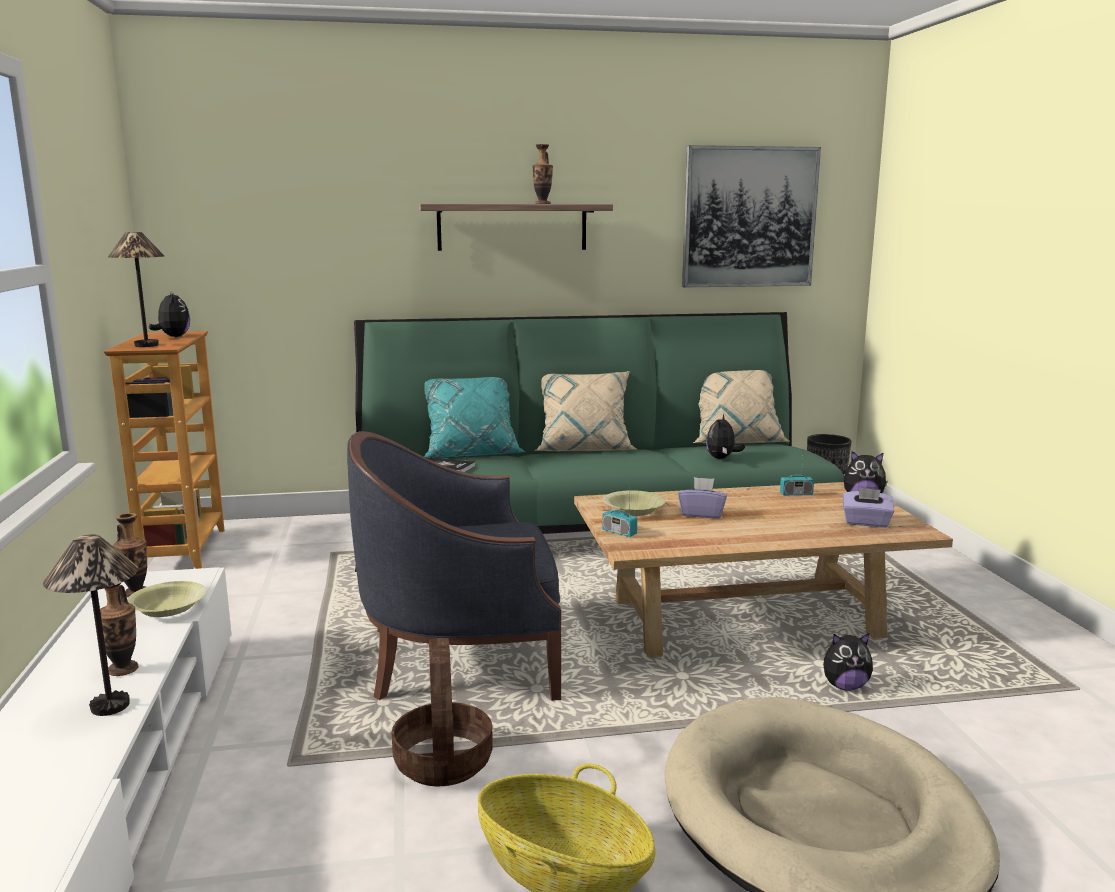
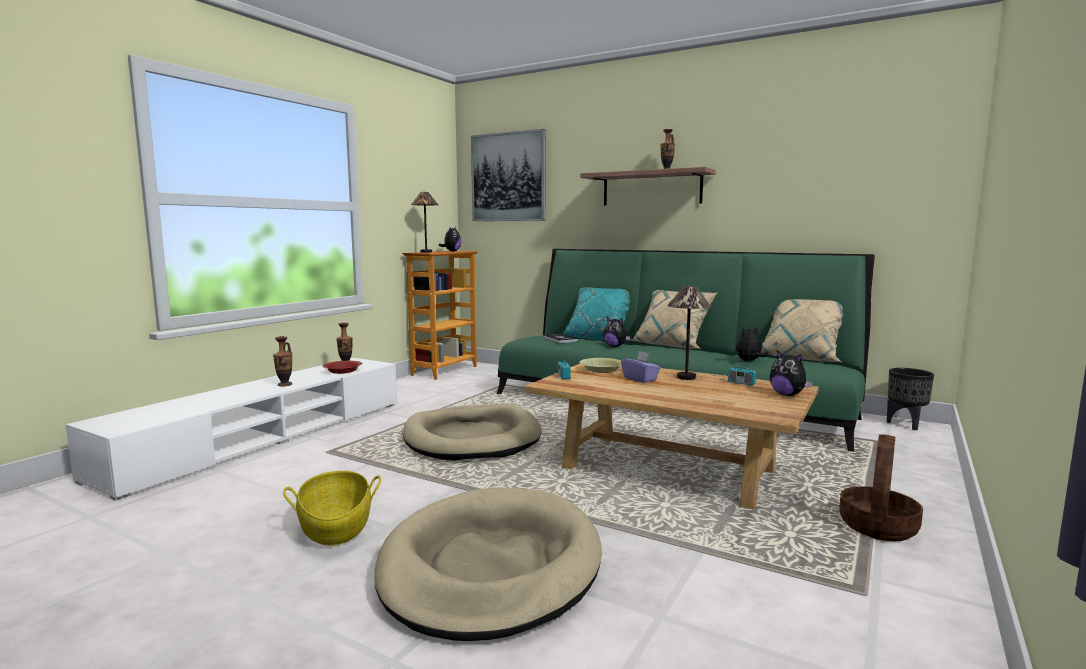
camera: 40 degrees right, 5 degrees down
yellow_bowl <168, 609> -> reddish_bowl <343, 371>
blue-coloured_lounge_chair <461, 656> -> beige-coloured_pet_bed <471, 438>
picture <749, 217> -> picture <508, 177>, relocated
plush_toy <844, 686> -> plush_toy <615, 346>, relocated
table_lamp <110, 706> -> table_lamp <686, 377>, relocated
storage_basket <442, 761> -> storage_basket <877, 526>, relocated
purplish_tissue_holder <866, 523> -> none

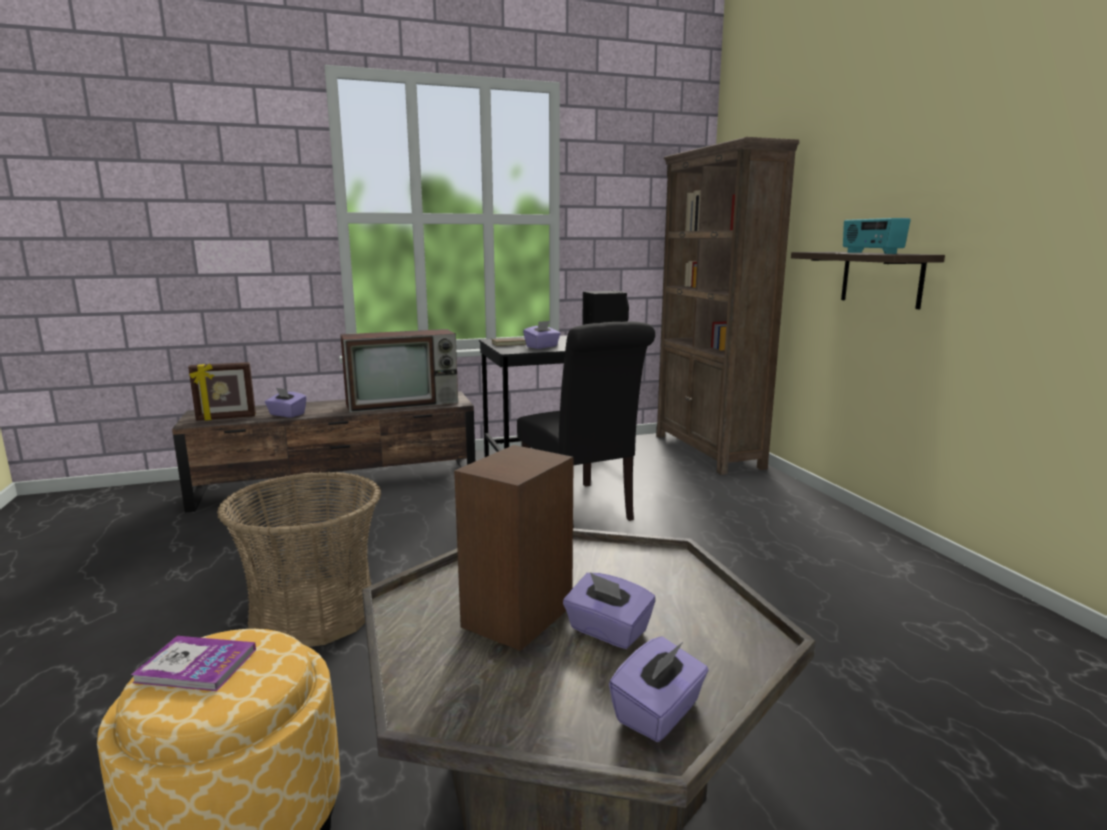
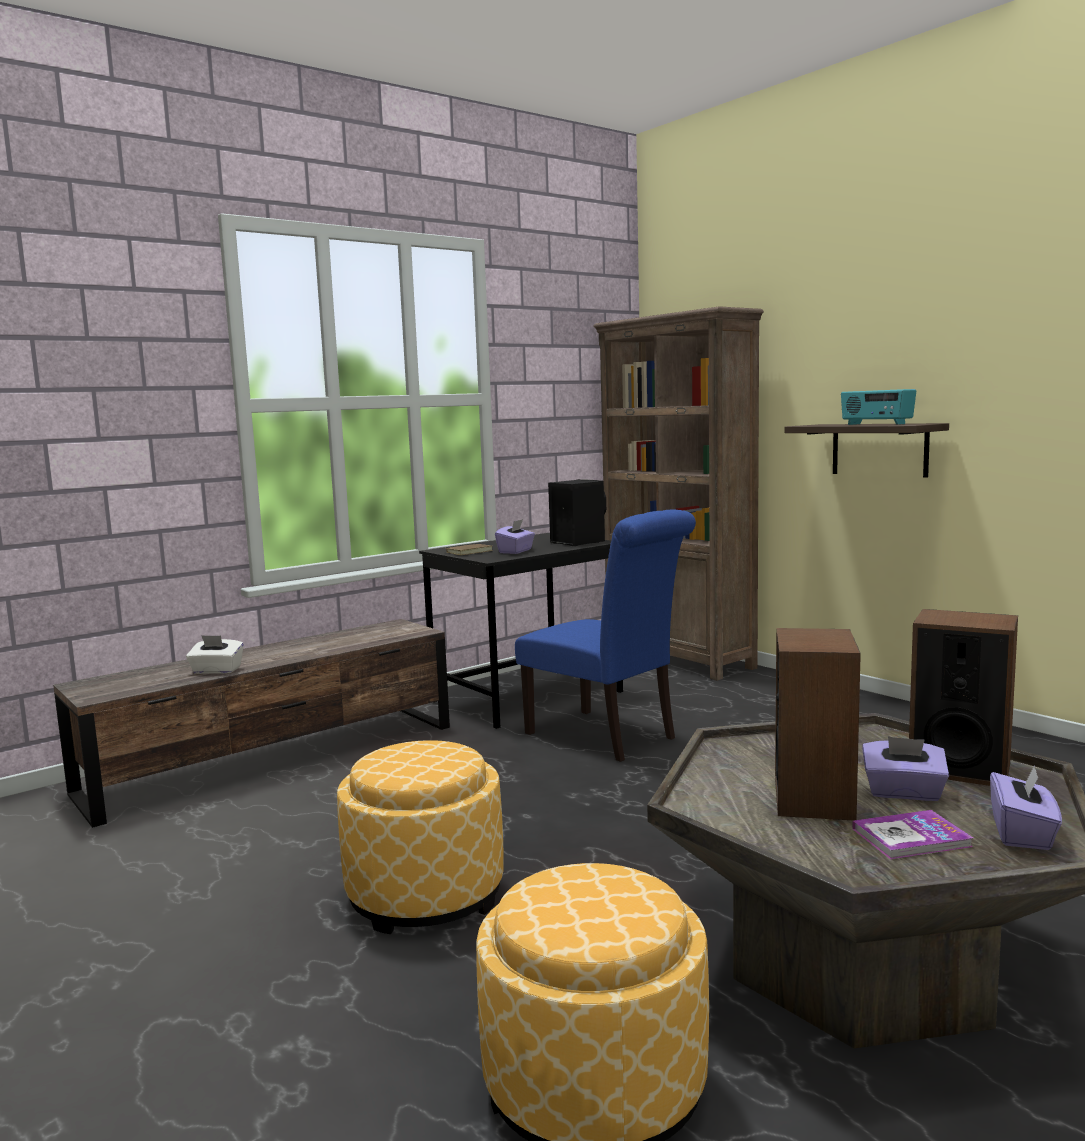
camera: 20 degrees left, 5 degrees down
purplish_tissue_holder <286, 414> -> whitish_tissue_holder <216, 671>
storage_basket <313, 613> -> ottoman <425, 894>
black-coloured_plain_chair <581, 509> -> blue-coloured_plain_chair <607, 737>
book <196, 665> -> book <911, 837>, relocated
none -> speaker <959, 768>
standing_frame <226, 418> -> none
television <404, 403> -> none

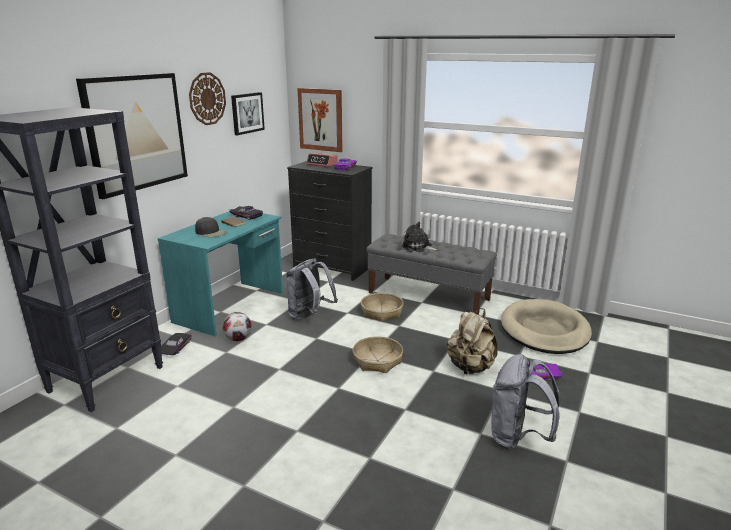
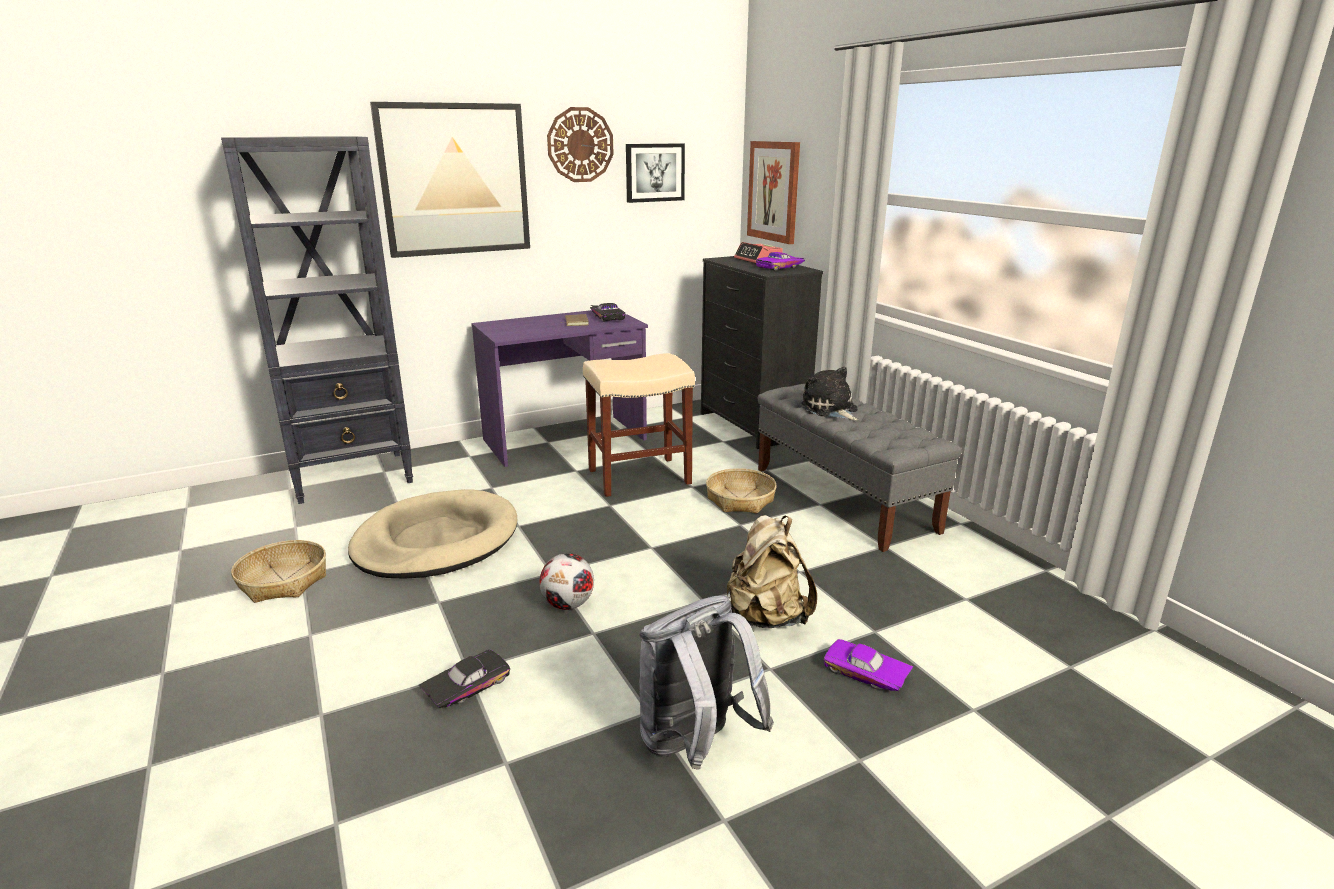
camera: 35 degrees right, 0 degrees up
storage_basket <377, 361> -> storage_basket <283, 581>, relocated
beige-coloured_pet_bed <544, 330> -> beige-coloured_pet_bed <436, 541>, relocated
black-coloured_toy_car <173, 348> -> black-coloured_toy_car <465, 685>, relocated
blue-green_desk <231, 307> -> purplish_desk <566, 440>
football <238, 339> -> football <569, 604>, relocated
greyish_knapsack <309, 316> -> beige-coloured_stool <638, 477>
black-coloured_cap <211, 232> -> none

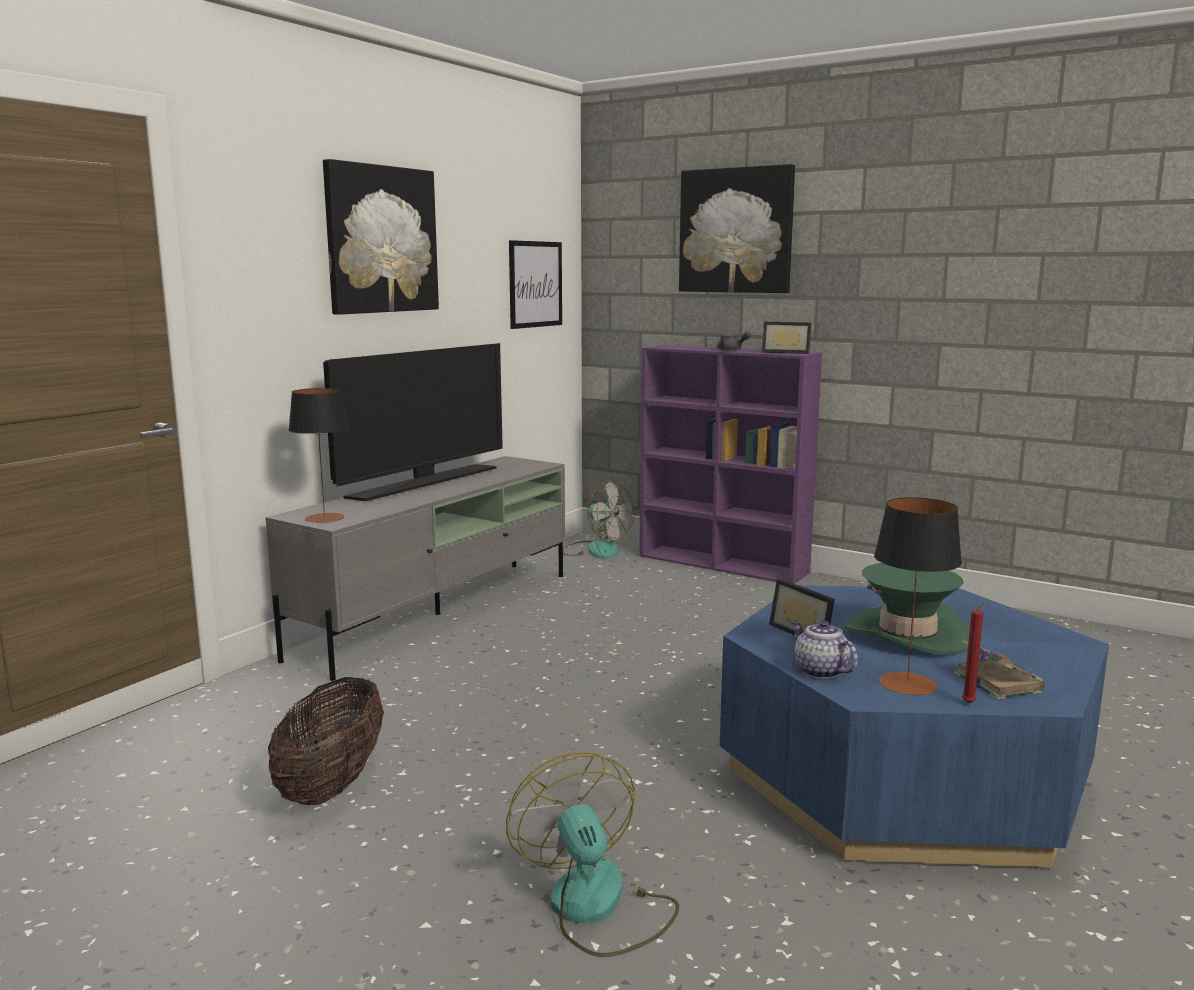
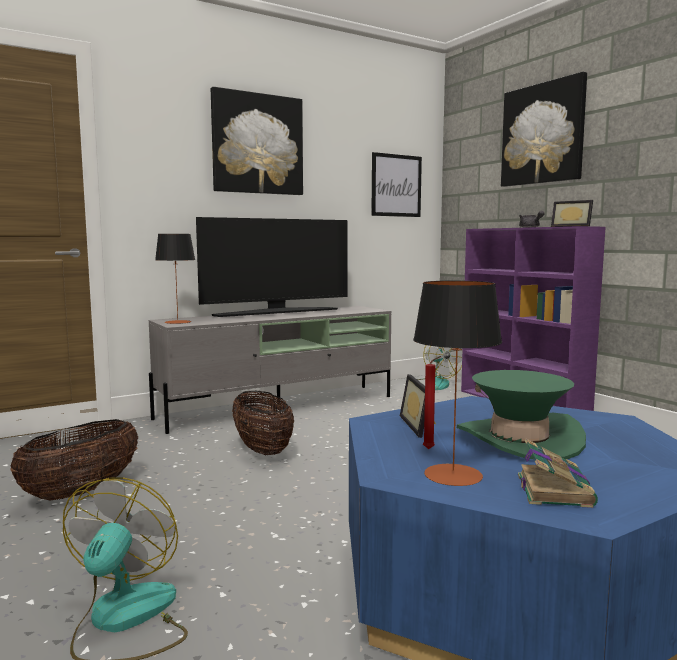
camera: 25 degrees right, 5 degrees down
none -> storage_basket <262, 450>
reddish_wax_candle <970, 703> -> reddish_wax_candle <430, 449>, relocated
tea_pot <819, 671> -> none

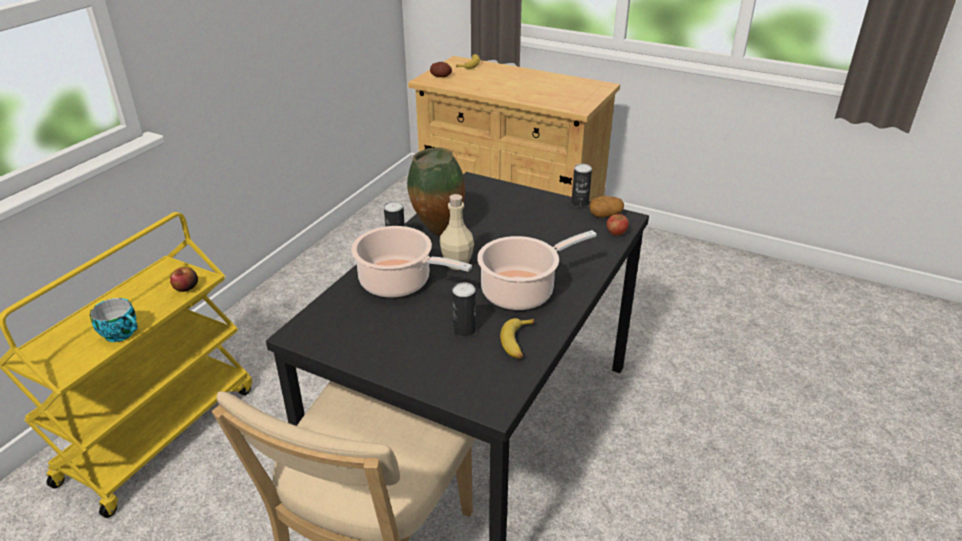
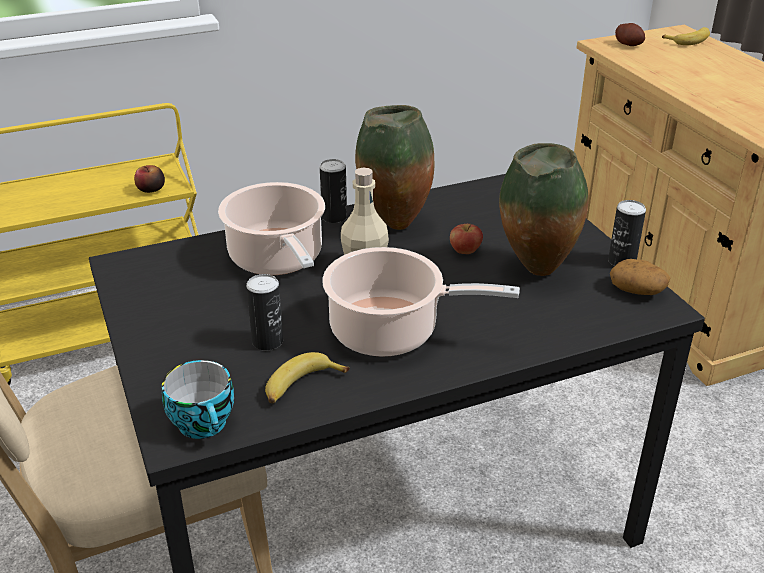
camera: 40 degrees right, 0 degrees up
drinking_cup <122, 333> -> drinking_cup <205, 424>, relocated
apple_fruit <616, 233> -> apple_fruit <465, 251>, relocated
none -> vase <535, 272>

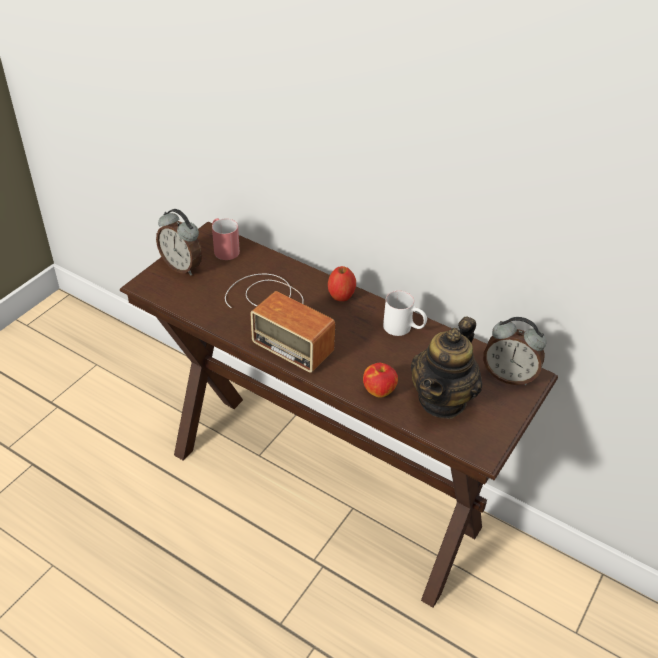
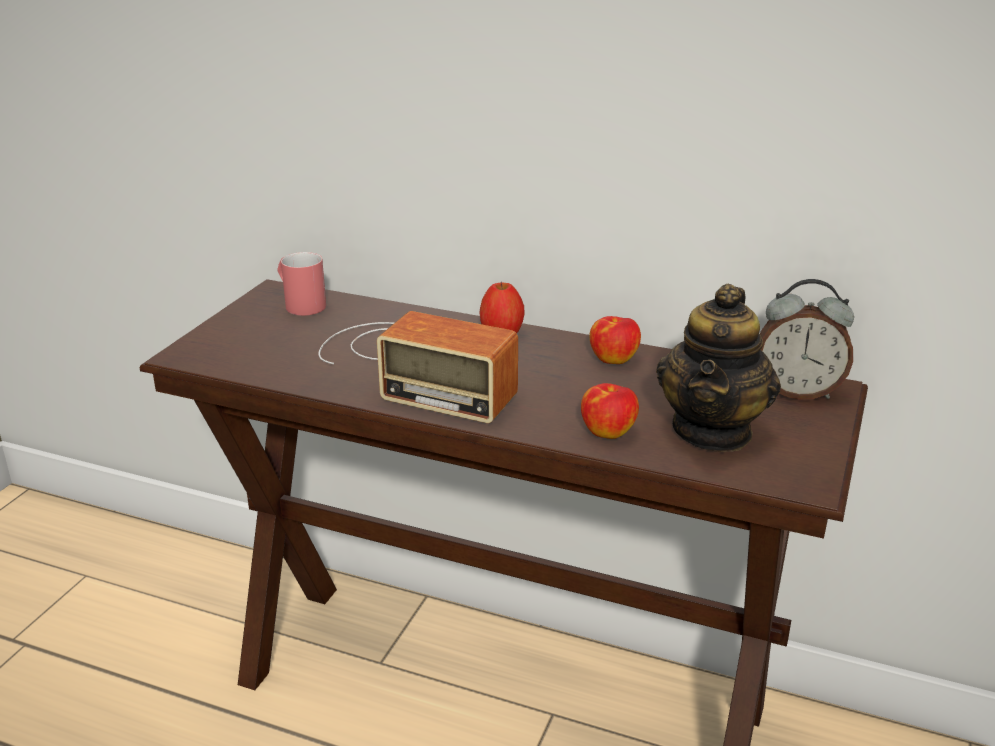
camera: 10 degrees left, 15 degrees down
whitish_coffee_mug <404, 329> -> apple_fruit <613, 359>
alarm_clock <182, 266> -> none

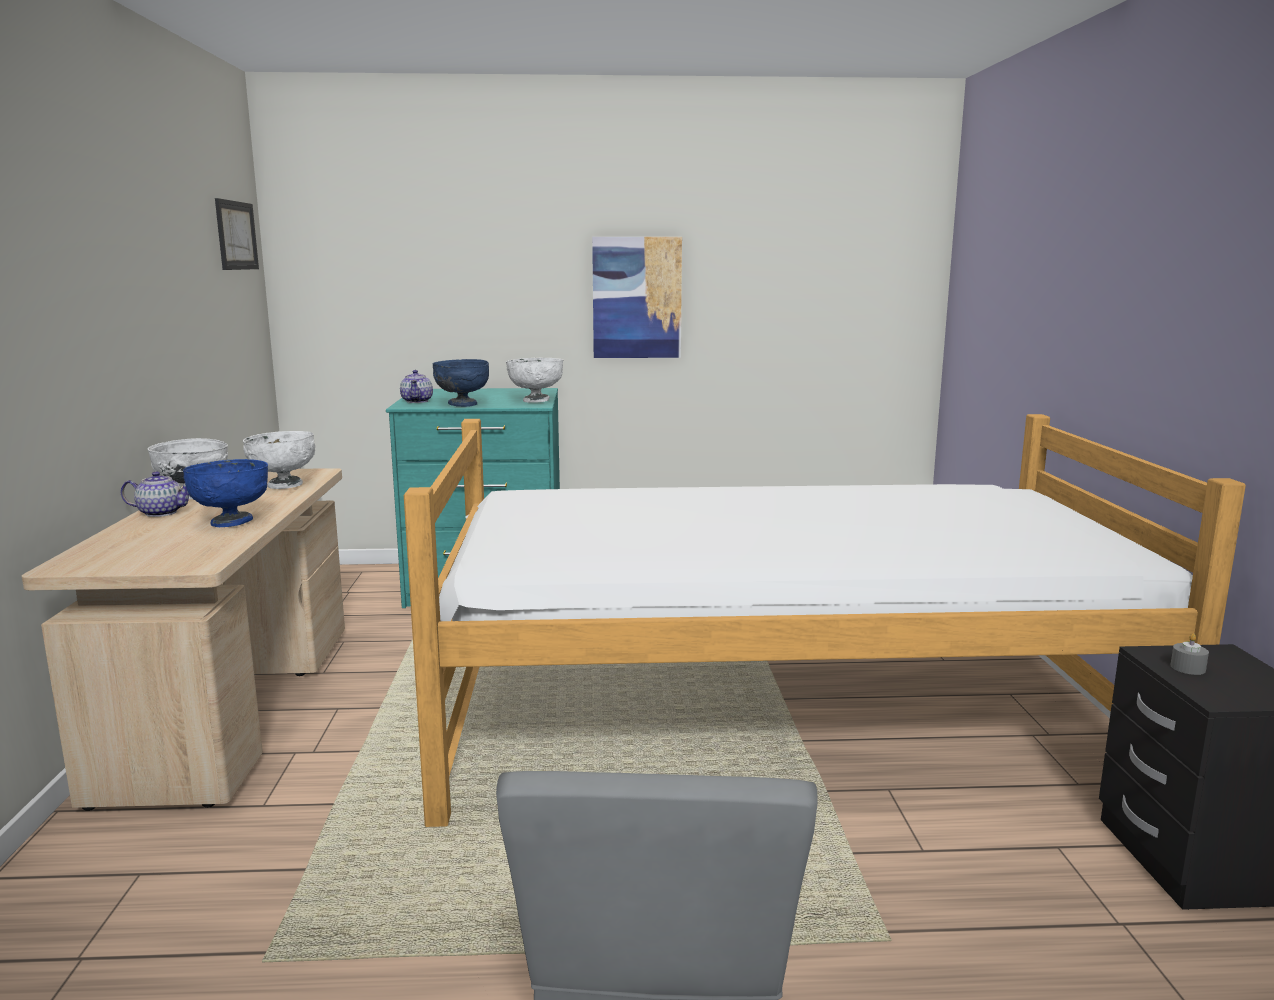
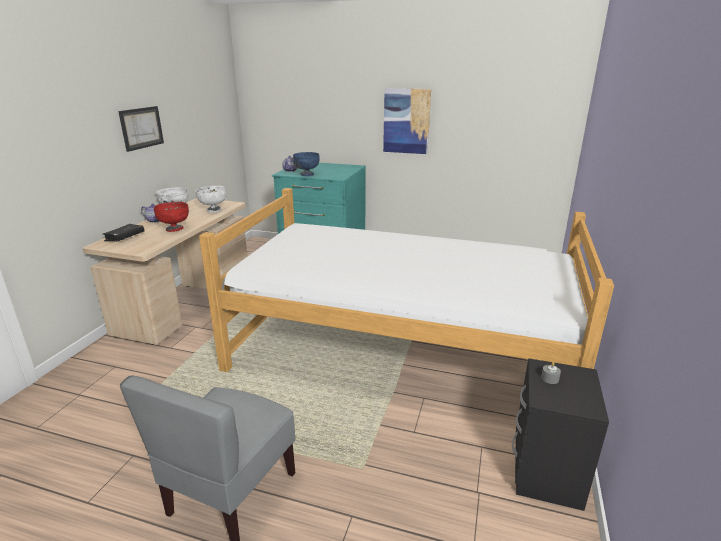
camera: 20 degrees right, 10 degrees up
none -> black-coloured_book <125, 237>
picture <236, 235> -> picture <141, 128>, relocated
blue-coloured_bowl <232, 522> -> reddish_bowl <174, 229>
whitish_bowl <536, 401> -> none

